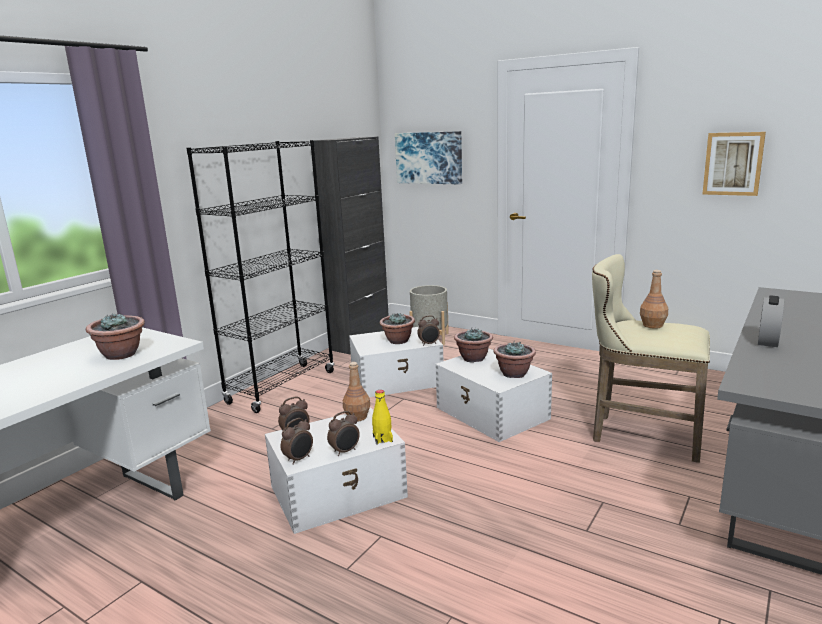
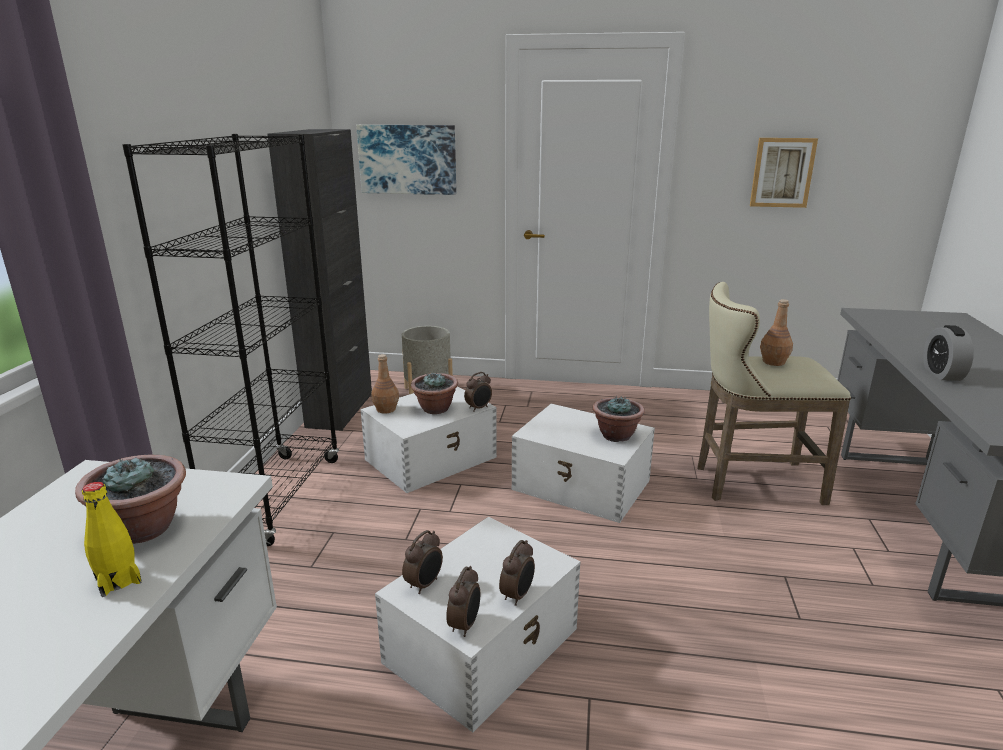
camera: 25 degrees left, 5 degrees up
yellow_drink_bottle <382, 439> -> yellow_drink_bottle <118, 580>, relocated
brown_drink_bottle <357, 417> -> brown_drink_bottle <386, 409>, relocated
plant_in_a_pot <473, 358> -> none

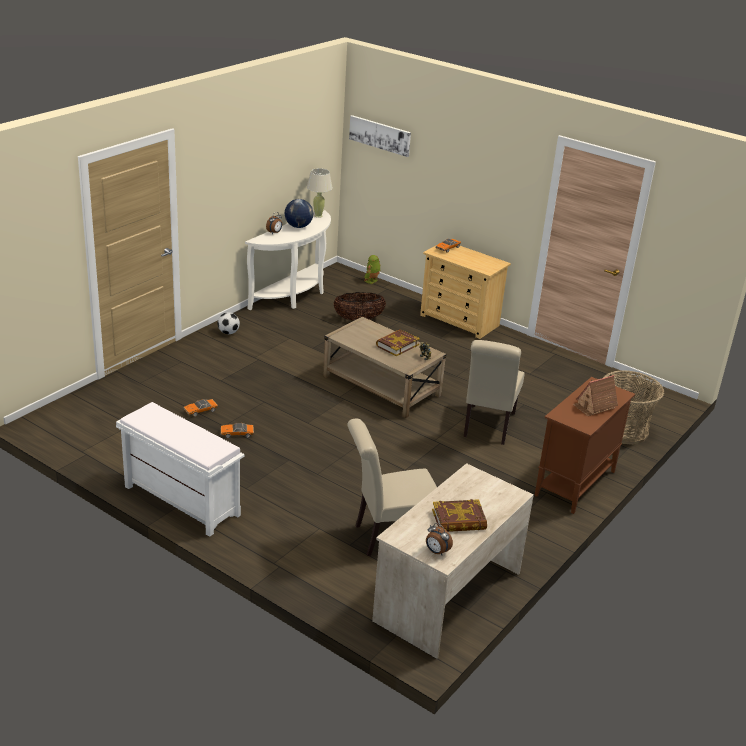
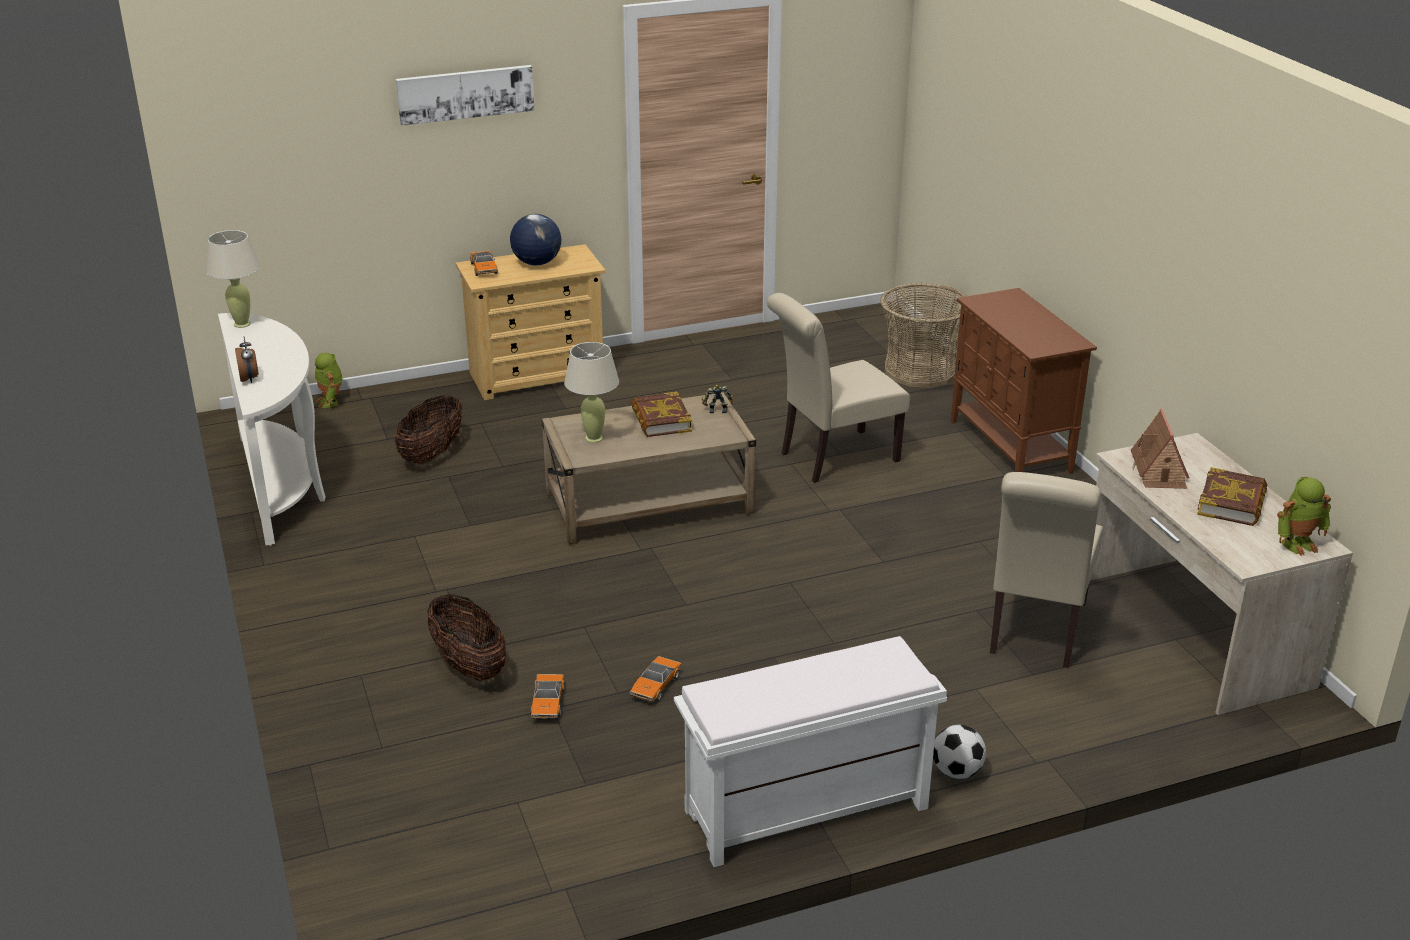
camera: 55 degrees left, 0 degrees up
picture <380, 135> -> picture <465, 94>, relocated
none -> storage_basket <469, 665>
world_globe <298, 226> -> world_globe <536, 263>, relocated
none -> beige-coloured_table_lamp <594, 438>
beige-coloured_plain_chair <487, 427> -> beige-coloured_plain_chair <832, 458>, 105 degrees clockwise
football <228, 333> -> football <956, 771>, relocated
model_house <594, 406> -> model_house <1159, 471>, relocated
alarm_clock <436, 552> -> robot_figure <1297, 543>

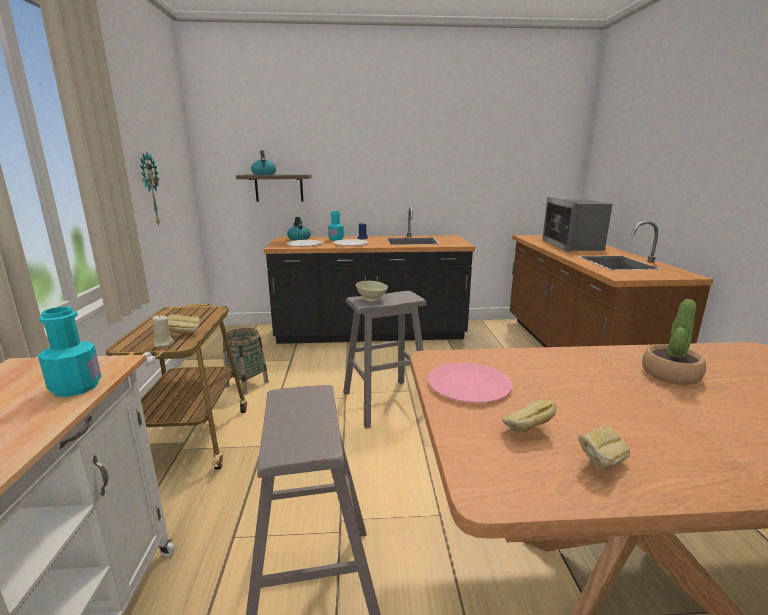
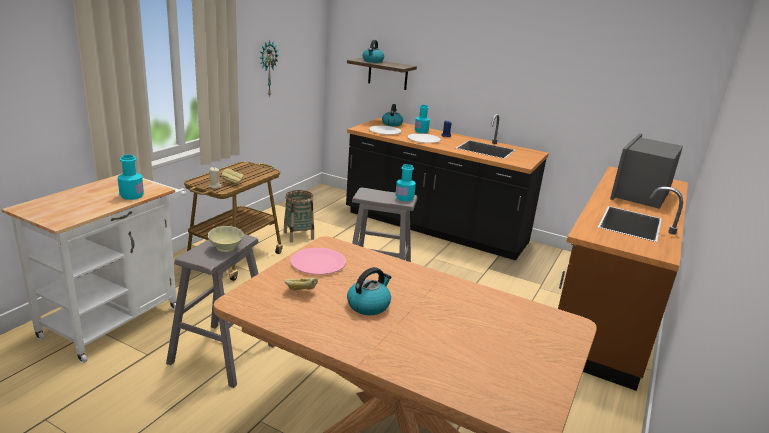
camera: 30 degrees right, 5 degrees up
beige-coloured_bowl <371, 299> -> beige-coloured_bowl <225, 249>, relocated
none -> kettle <369, 305>
none -> blue-green_drink_bottle <404, 198>
bread <600, 464> -> none
plant_in_a_pot <670, 374> -> none

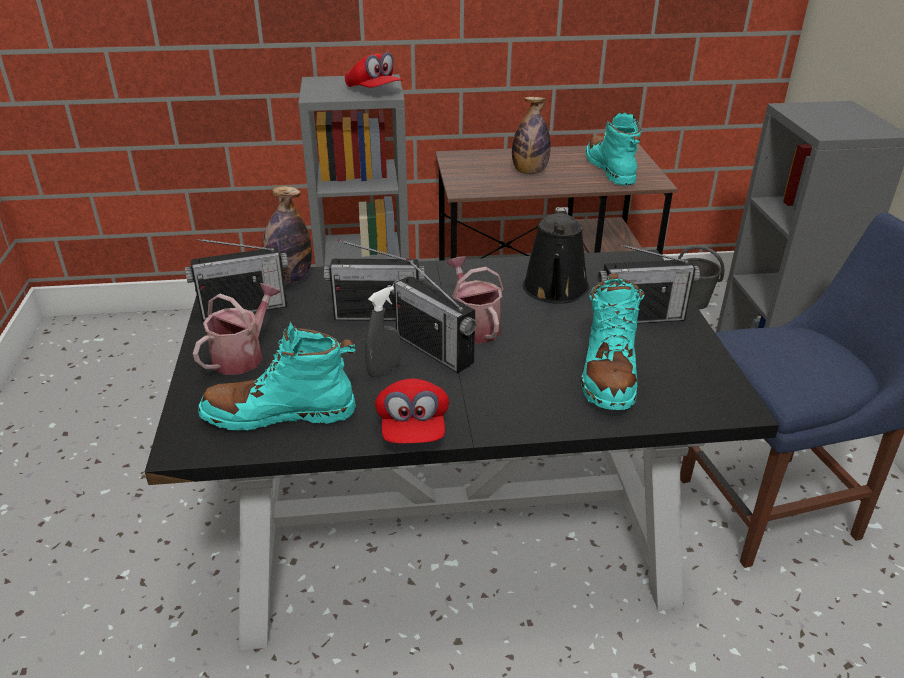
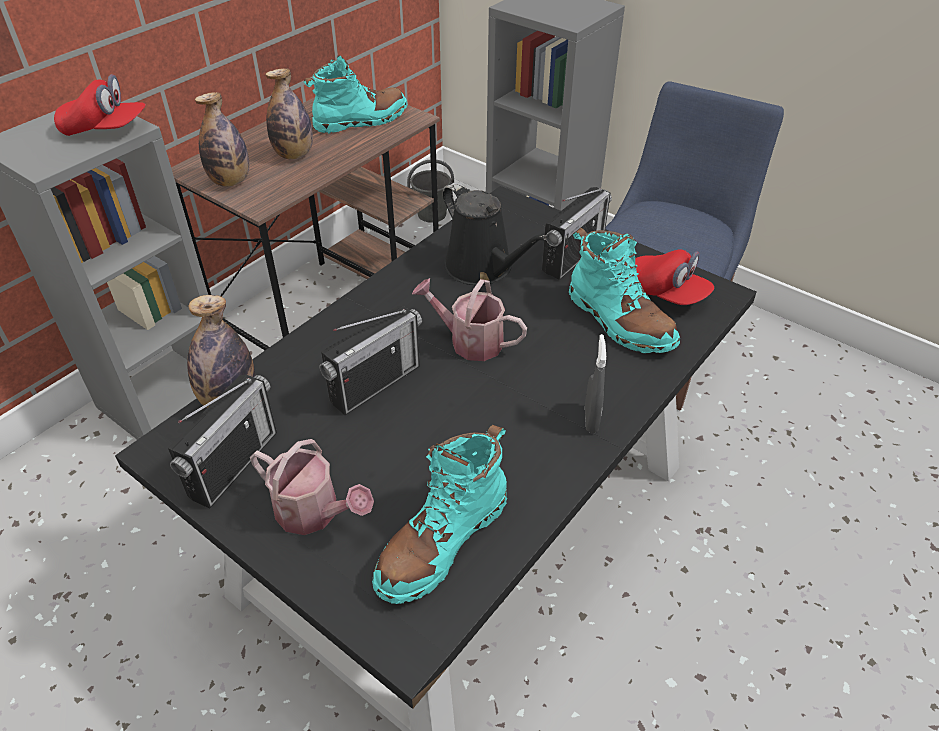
camera: 45 degrees left, 10 degrees up
none -> drink_bottle <230, 181>
watering_pot <242, 355> -> watering_pot <314, 513>, 135 degrees clockwise
blue-green_high-top_boot <610, 169> -> blue-green_high-top_boot <361, 120>, 120 degrees clockwise
greyish_spray_bottle <384, 370> -> greyish_spray_bottle <591, 420>, relocated
reddish_cap <413, 428> -> reddish_cap <664, 293>, relocated
radio_receiver <434, 349> -> none

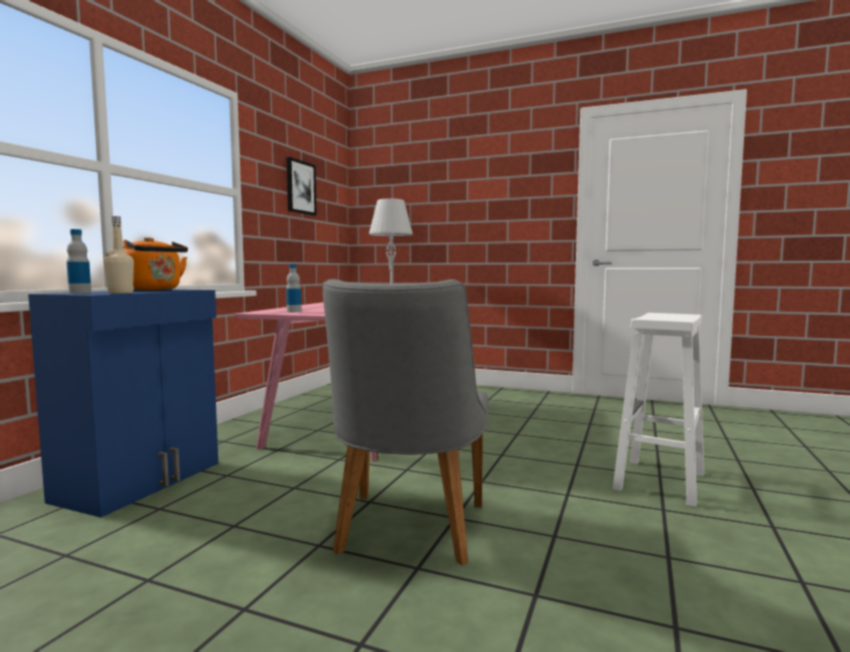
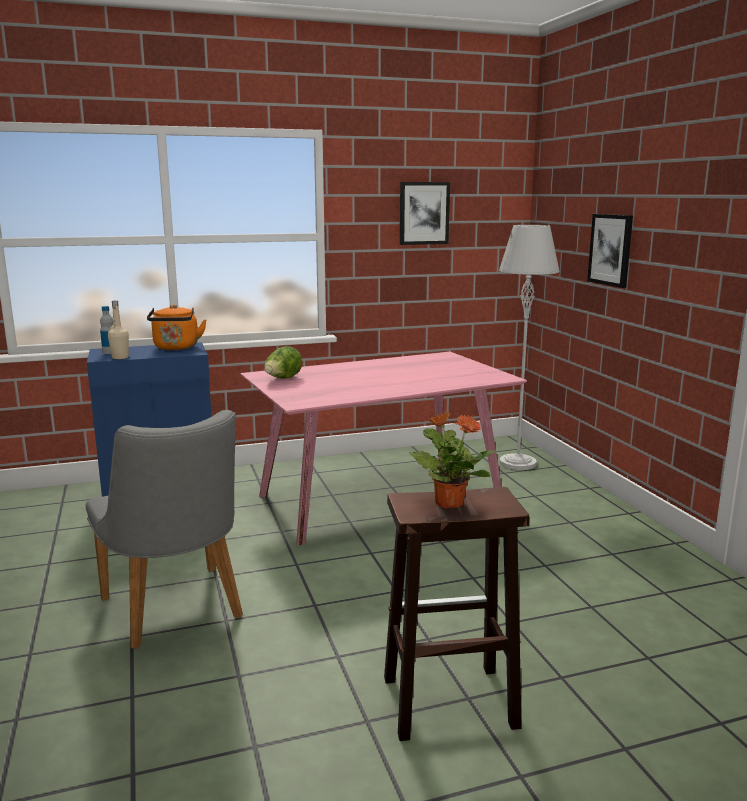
camera: 50 degrees right, 10 degrees up
greyish_plain_chair <406, 534> -> greyish_plain_chair <177, 613>, 90 degrees counterclockwise
drink_bottle <294, 311> -> lettuce_head <282, 379>
whitish_stool <660, 482> -> brown_stool <447, 702>
none -> plant_in_a_pot <448, 502>
none -> picture <611, 249>

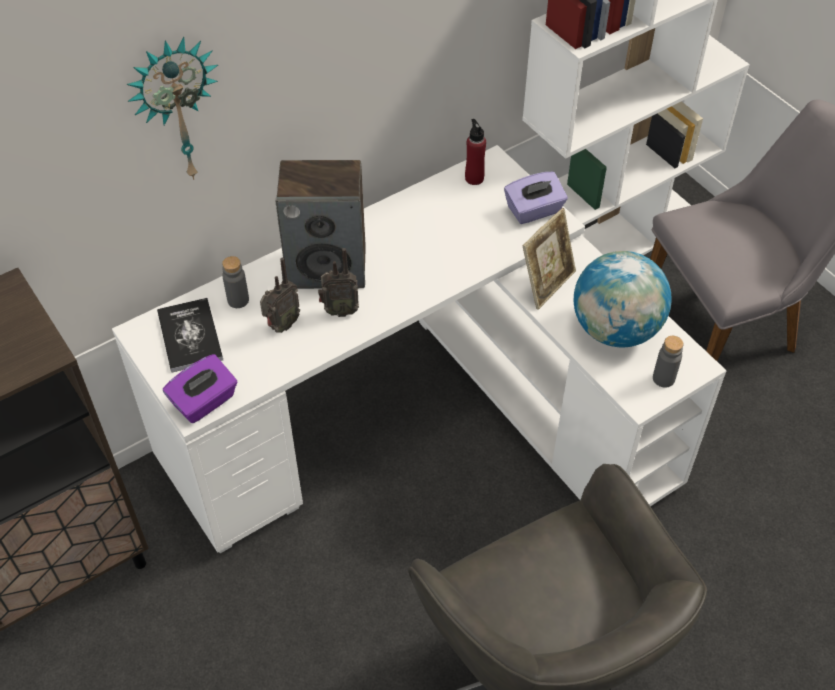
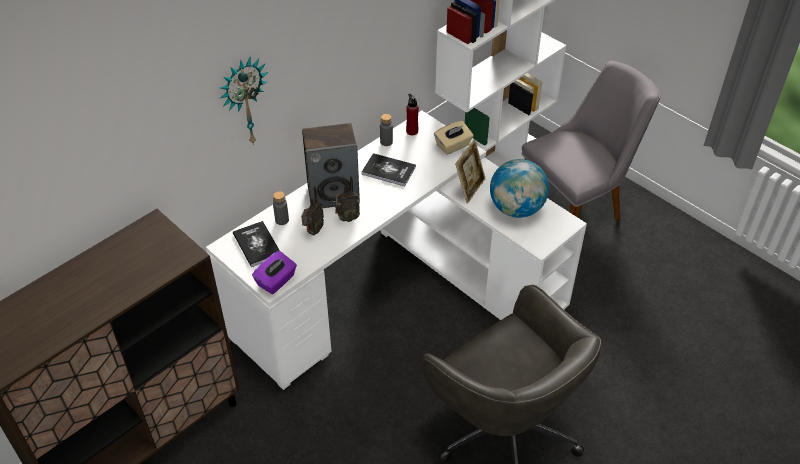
camera: 10 degrees left, 5 degrees down
none -> book <388, 170>
greyish_drink_bottle <663, 378> -> greyish_drink_bottle <386, 142>, relocated
purplish_tissue_holder <534, 211> -> beige-coloured_tissue_holder <453, 146>

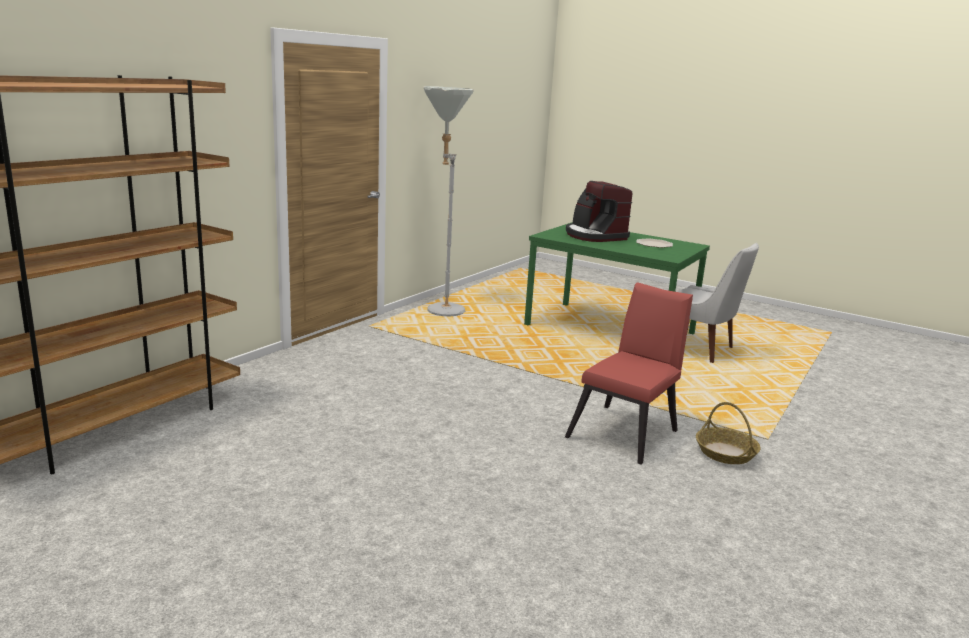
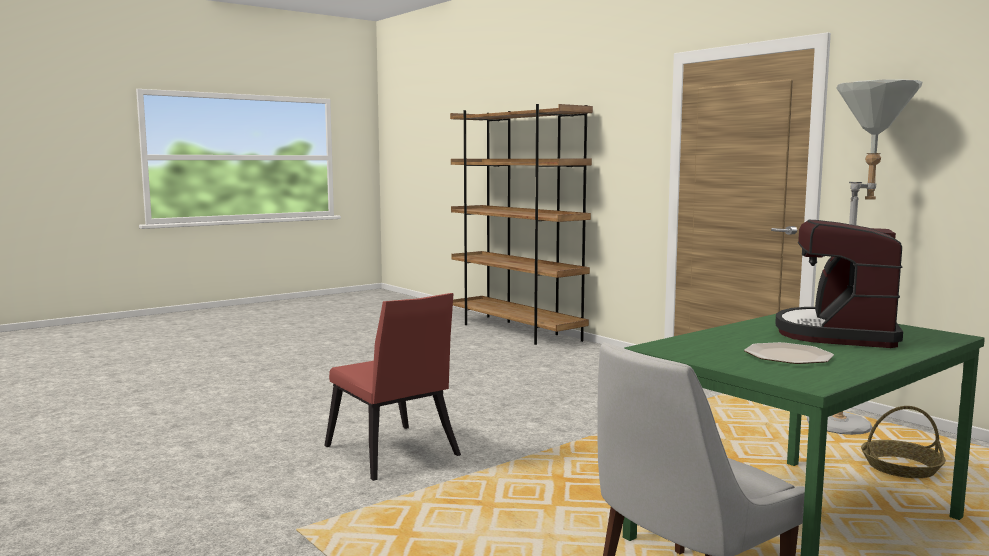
camera: 110 degrees right, 10 degrees down
coffee_brewer <594, 236> -> coffee_brewer <838, 333>, 60 degrees counterclockwise
storage_basket <726, 453> -> storage_basket <900, 468>, relocated

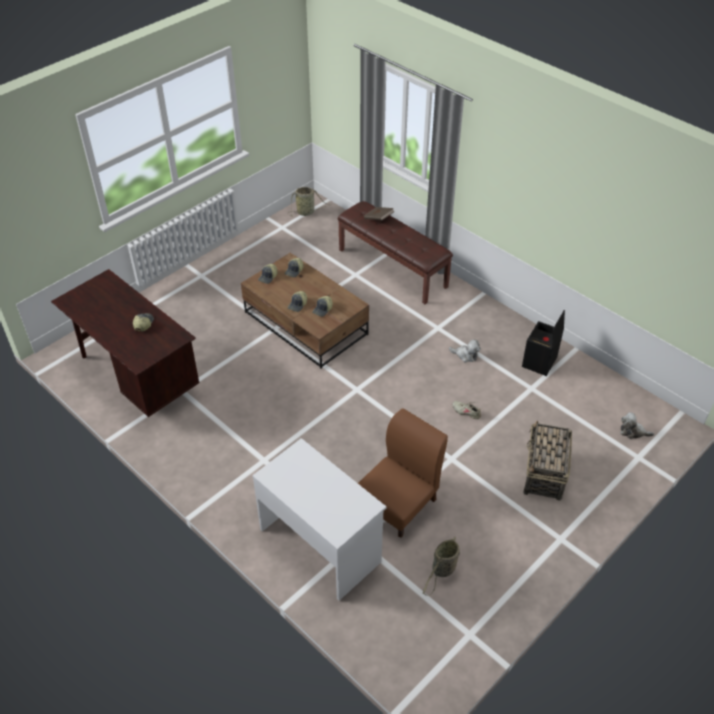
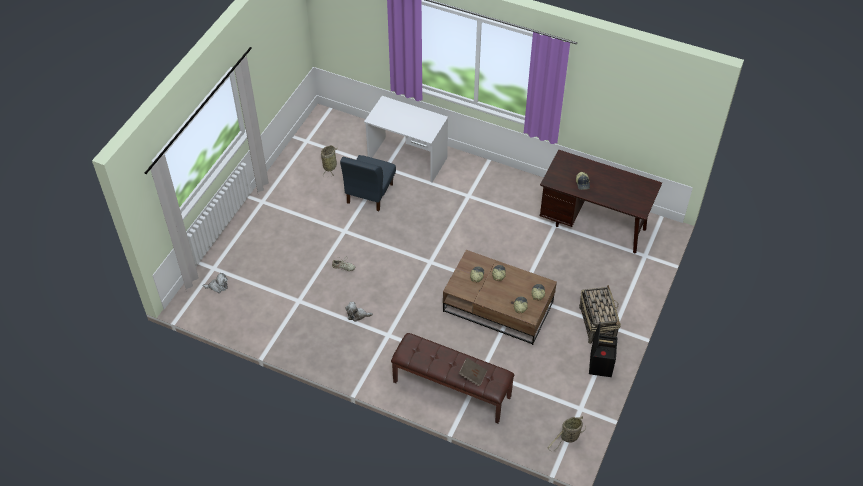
camera: 160 degrees right, 5 degrees up
brown_plain_chair <398, 504> -> blue-coloured_plain_chair <369, 193>
storage_basket <544, 473> -> storage_basket <597, 323>, relocated
black-coloured_storage_box <539, 362> -> black-coloured_storage_box <600, 364>, relocated

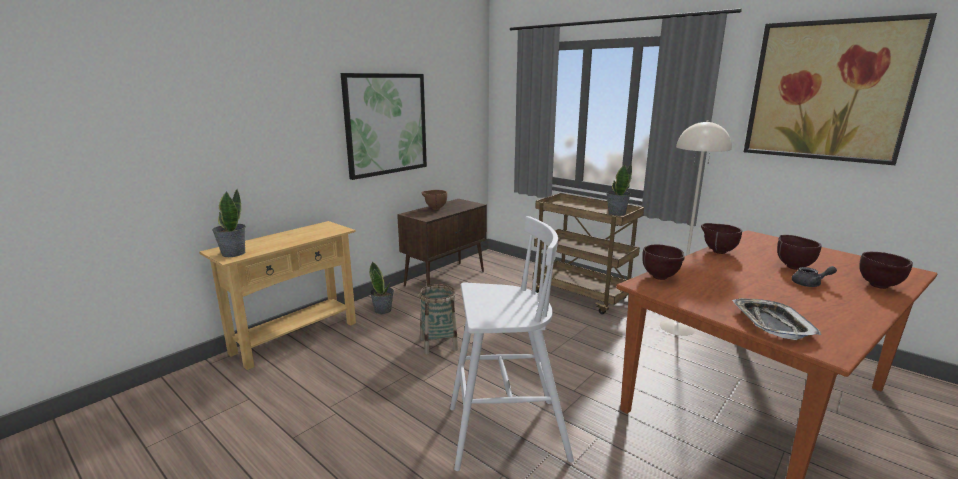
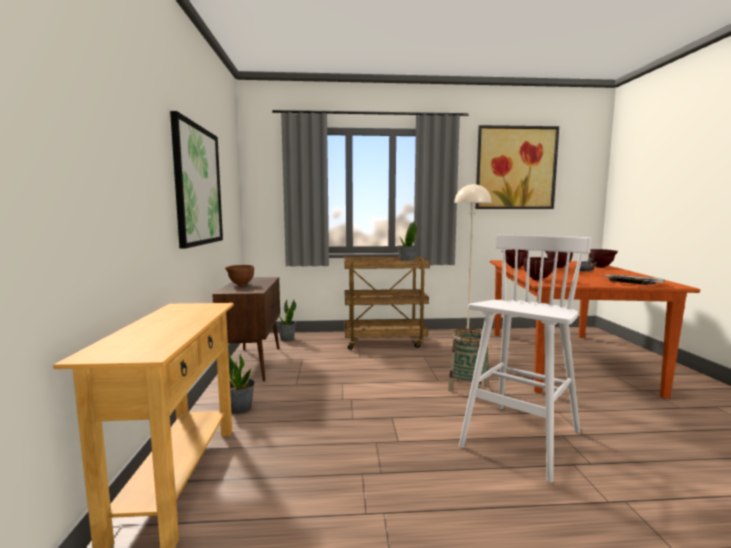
camera: 45 degrees left, 10 degrees down
plant_in_a_pot <233, 253> -> plant_in_a_pot <287, 339>, relocated
storage_basket <439, 344> -> storage_basket <468, 388>, relocated

